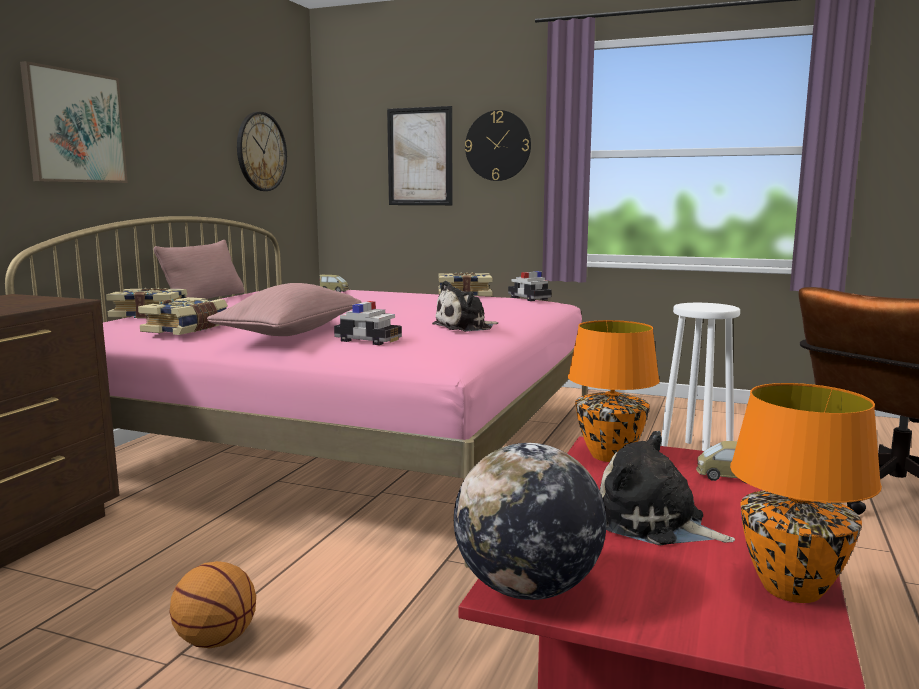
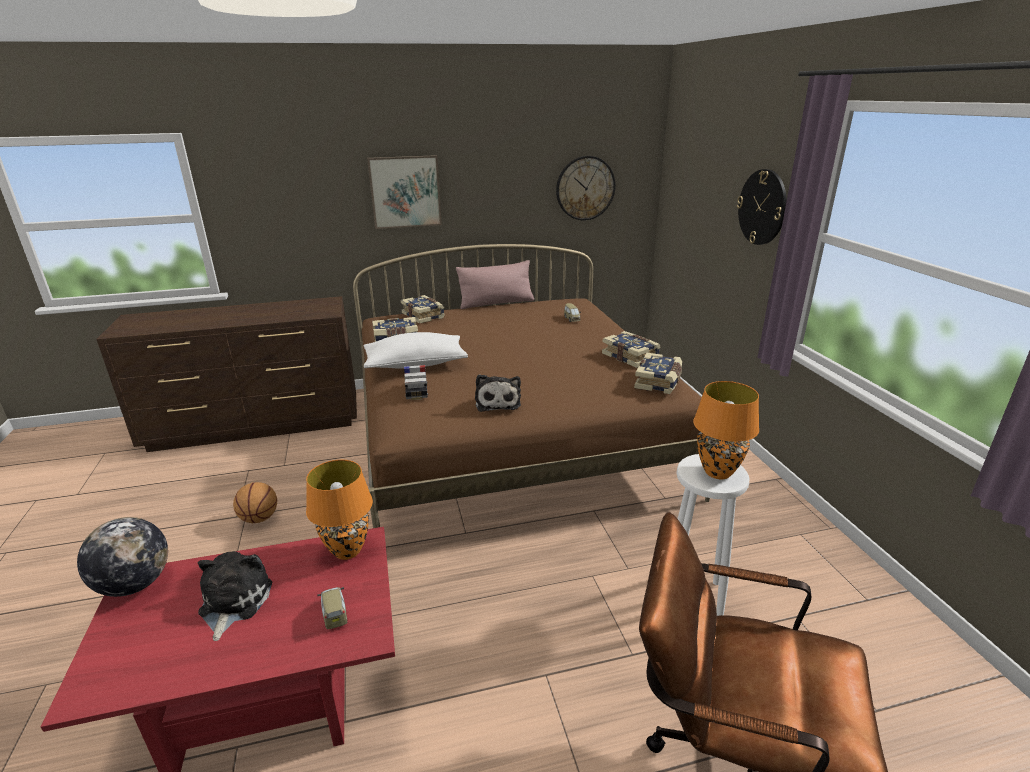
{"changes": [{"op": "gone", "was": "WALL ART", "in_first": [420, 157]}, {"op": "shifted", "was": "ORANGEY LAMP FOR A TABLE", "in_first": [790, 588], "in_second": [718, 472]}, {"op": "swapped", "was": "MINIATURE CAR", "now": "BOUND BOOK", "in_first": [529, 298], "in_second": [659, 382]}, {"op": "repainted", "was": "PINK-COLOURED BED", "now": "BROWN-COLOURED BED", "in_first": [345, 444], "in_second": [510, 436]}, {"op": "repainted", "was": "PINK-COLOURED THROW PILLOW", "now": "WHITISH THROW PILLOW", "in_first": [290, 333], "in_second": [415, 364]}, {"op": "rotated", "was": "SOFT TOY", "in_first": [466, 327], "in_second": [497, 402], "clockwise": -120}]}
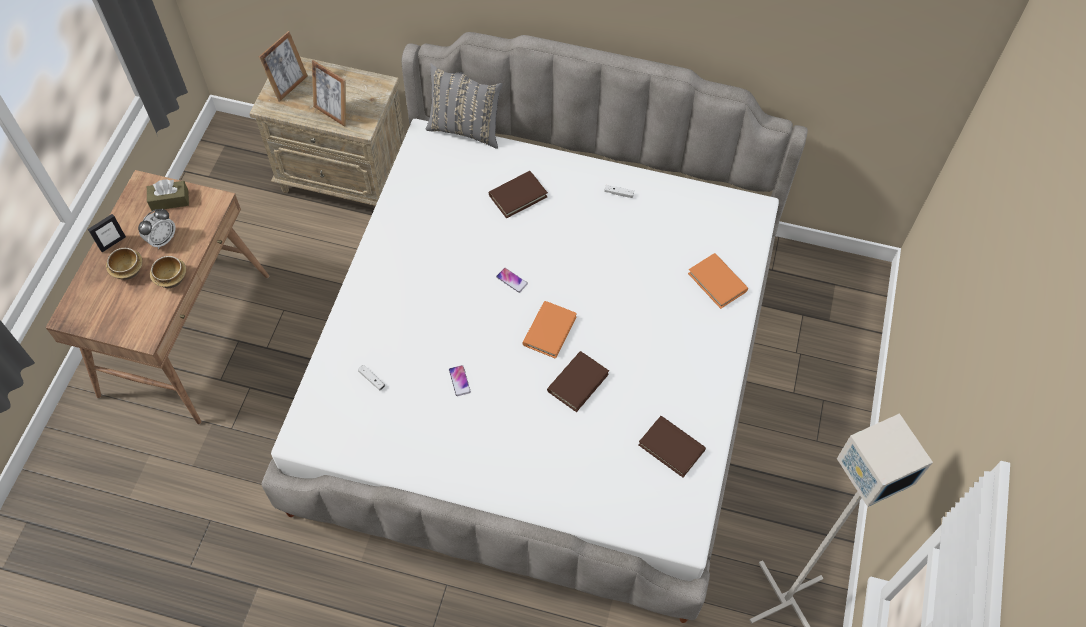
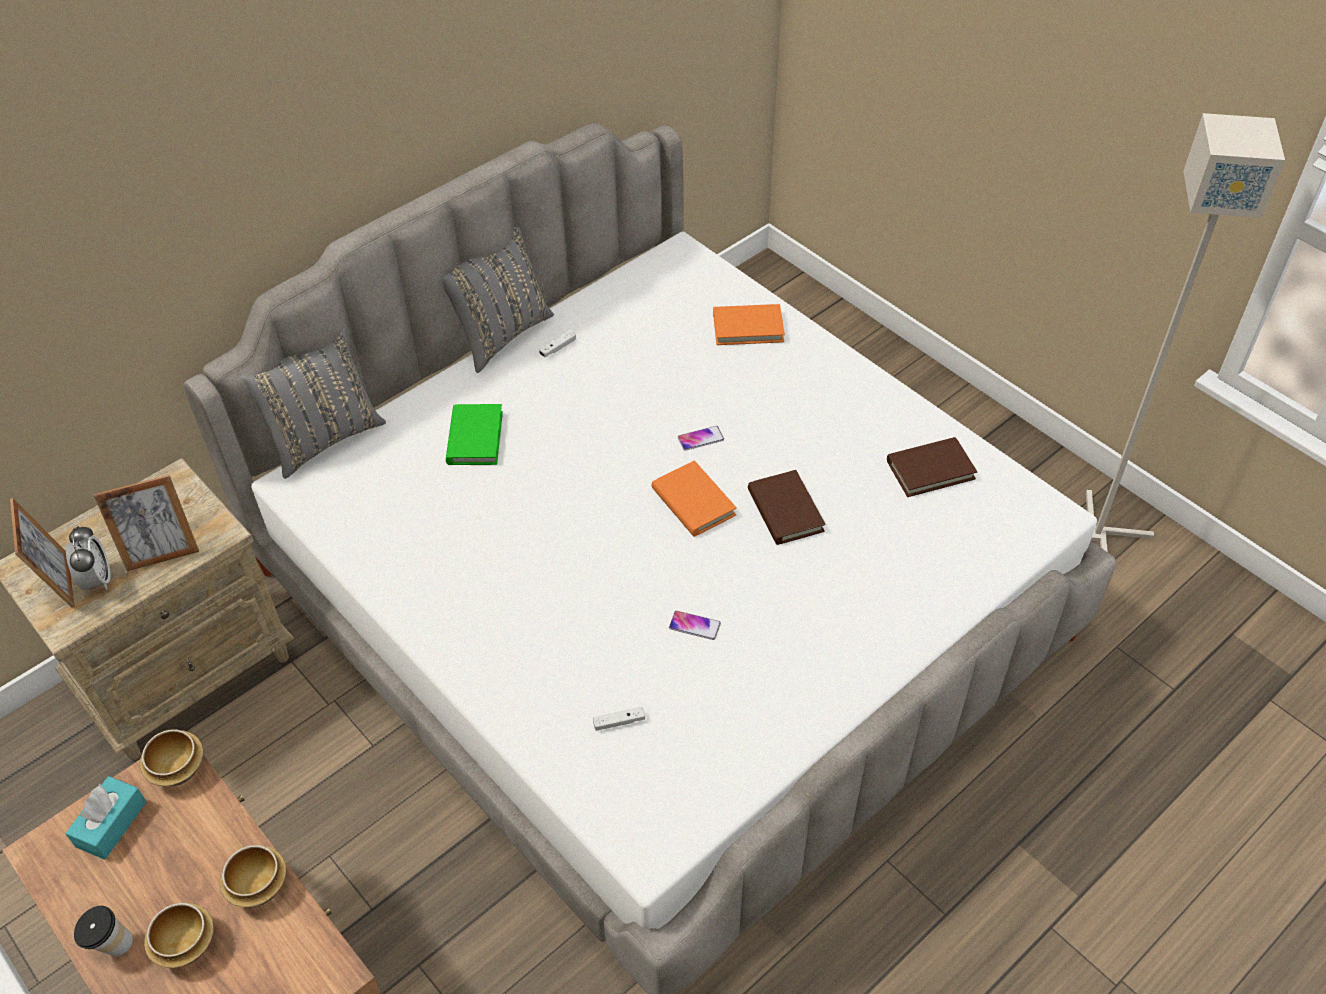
{"changes": [{"op": "new", "now": "SERVING BOWL", "in_second": [179, 768]}, {"op": "new", "now": "GREY THROW PILLOW", "in_second": [501, 335]}, {"op": "shifted", "was": "ALARM CLOCK", "in_first": [162, 239], "in_second": [97, 580]}, {"op": "shifted", "was": "PHONE", "in_first": [512, 280], "in_second": [700, 439]}, {"op": "swapped", "was": "PHOTO FRAME", "now": "DRINKING CUP", "in_first": [112, 243], "in_second": [111, 946]}, {"op": "repainted", "was": "BROWN-COLOURED BOX OF TISSUES", "now": "BLUE-GREEN BOX OF TISSUES", "in_first": [170, 200], "in_second": [111, 824]}, {"op": "repainted", "was": "BROWN-COLOURED BOUND BOOK", "now": "GREENISH BOUND BOOK", "in_first": [518, 196], "in_second": [475, 438]}]}
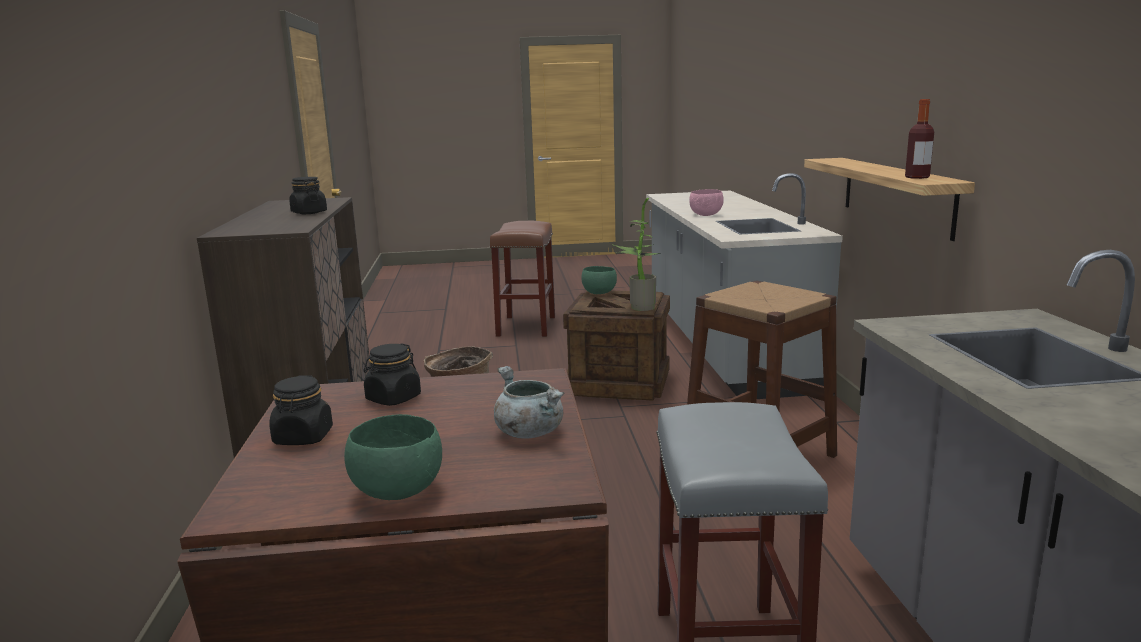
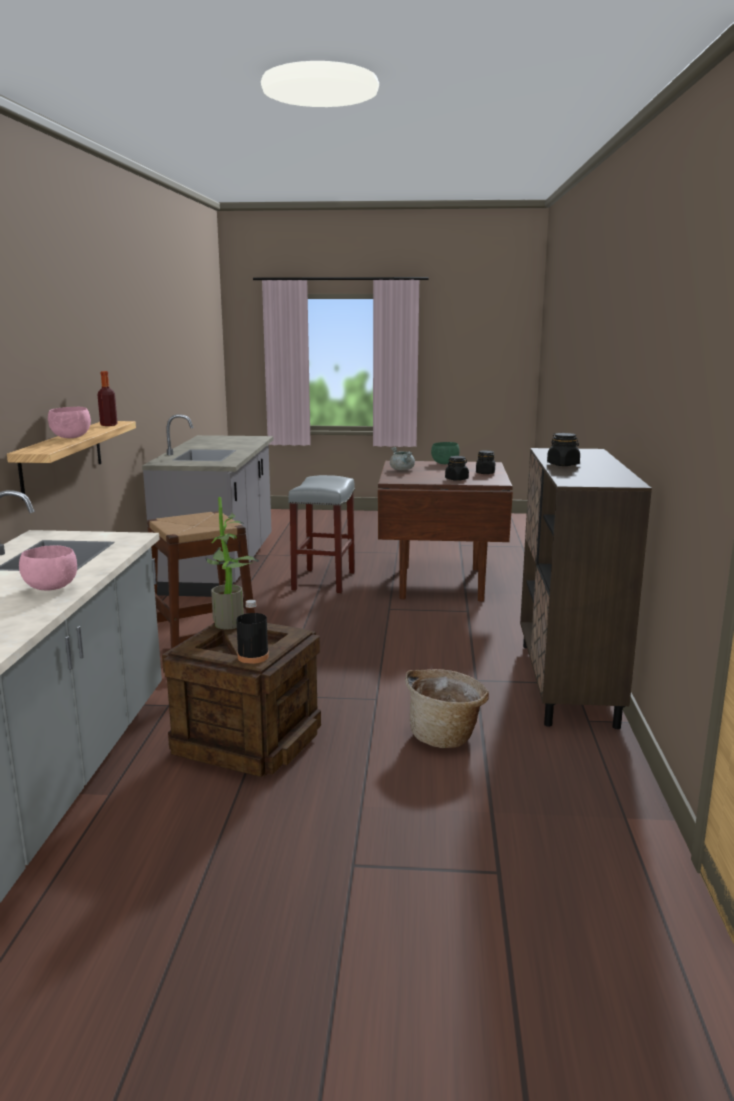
{"changes": [{"op": "gone", "was": "BROWN-COLOURED STOOL", "in_first": [526, 326]}, {"op": "new", "now": "PINK-COLOURED SERVING BOWL", "in_second": [71, 437]}, {"op": "swapped", "was": "GREENISH SERVING BOWL", "now": "BLACK BEVERAGE BOTTLE", "in_first": [598, 293], "in_second": [253, 657]}]}
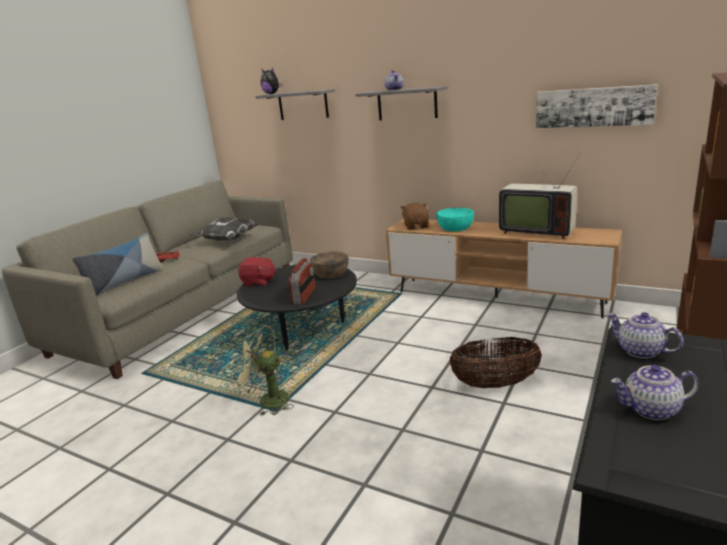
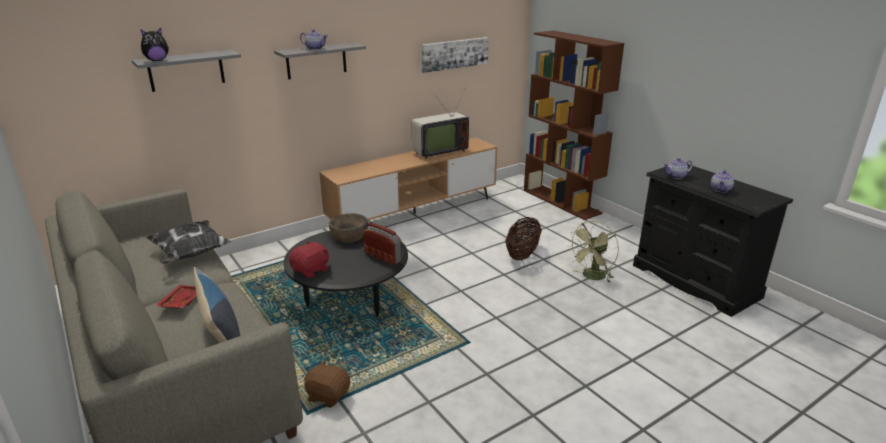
{"changes": [{"op": "gone", "was": "BLUE-GREEN SERVING BOWL", "in_first": [455, 227]}, {"op": "shifted", "was": "GREENISH FAN", "in_first": [267, 400], "in_second": [592, 277]}, {"op": "shifted", "was": "BROWN-COLOURED SOFT TOY", "in_first": [416, 226], "in_second": [328, 395]}]}
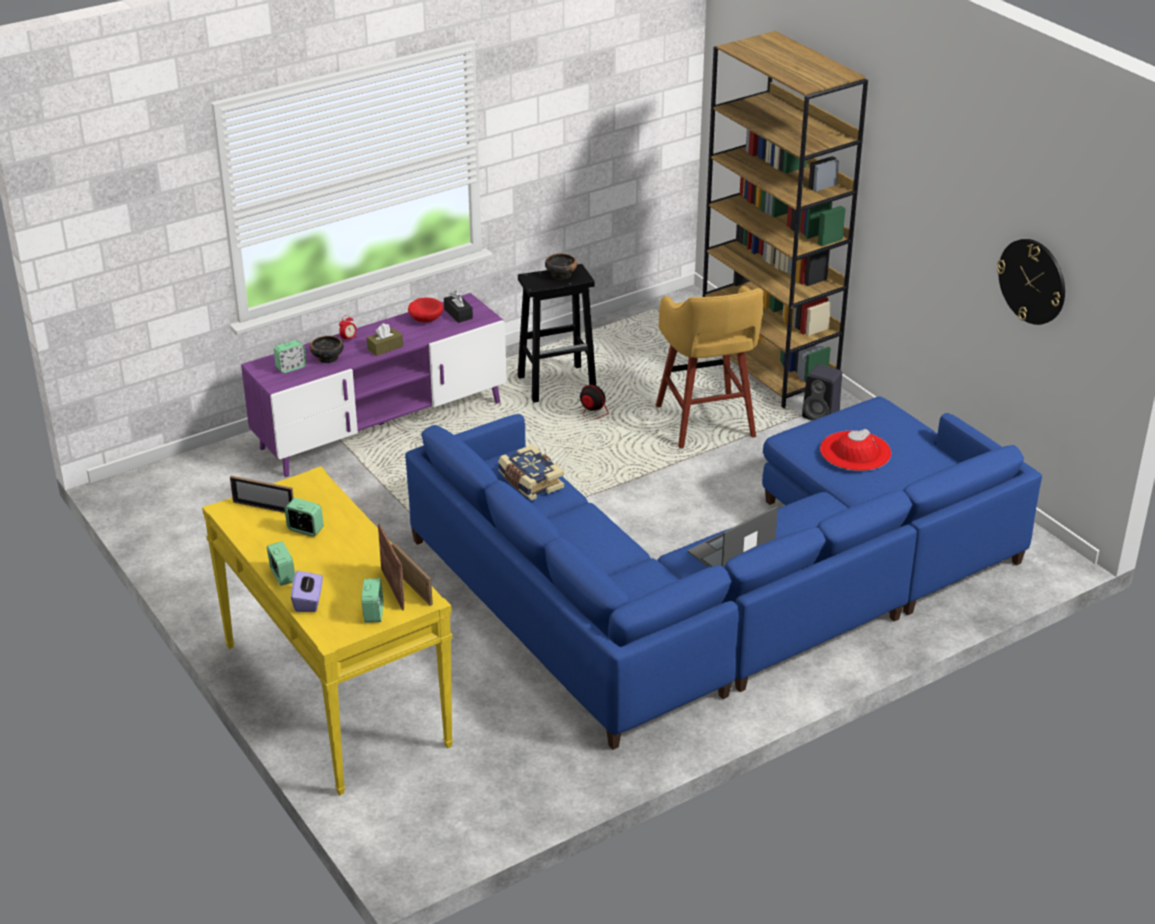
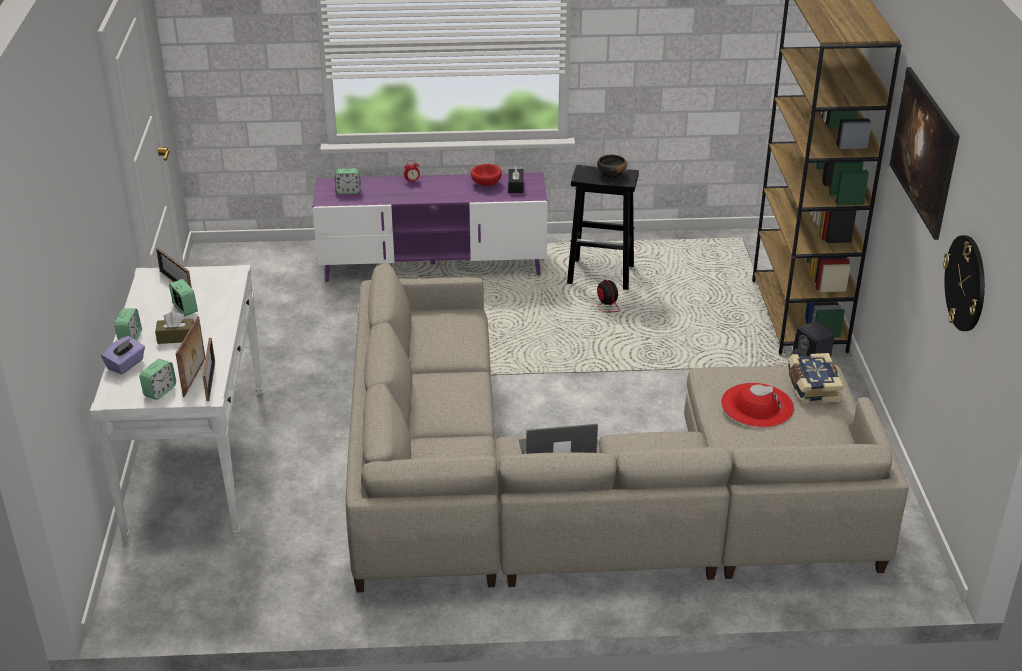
{"changes": [{"op": "gone", "was": "SERVING BOWL", "in_first": [327, 358]}, {"op": "gone", "was": "YELLOW STOOL", "in_first": [706, 423]}, {"op": "new", "now": "WALL ART", "in_second": [919, 176]}, {"op": "shifted", "was": "BROWN-COLOURED BOX OF TISSUES", "in_first": [385, 348], "in_second": [176, 337]}, {"op": "shifted", "was": "BOUND BOOK", "in_first": [529, 482], "in_second": [812, 387]}, {"op": "repainted", "was": "YELLOW CONSOLE TABLE", "now": "WHITISH CONSOLE TABLE", "in_first": [334, 694], "in_second": [197, 460]}, {"op": "repainted", "was": "BLUISH SETTEE", "now": "BEIGE SETTEE", "in_first": [724, 587], "in_second": [581, 490]}]}
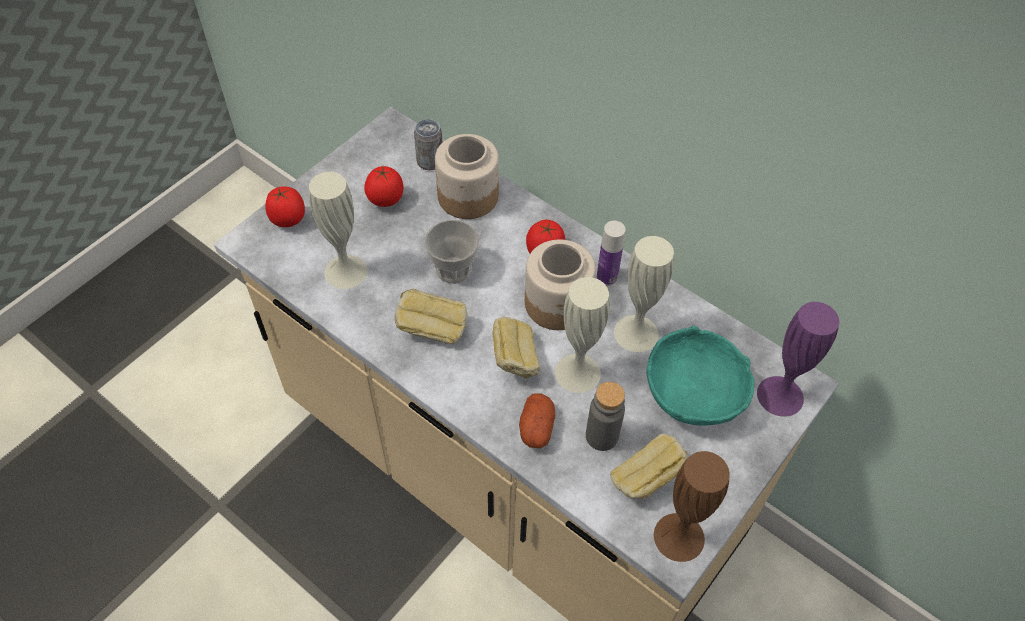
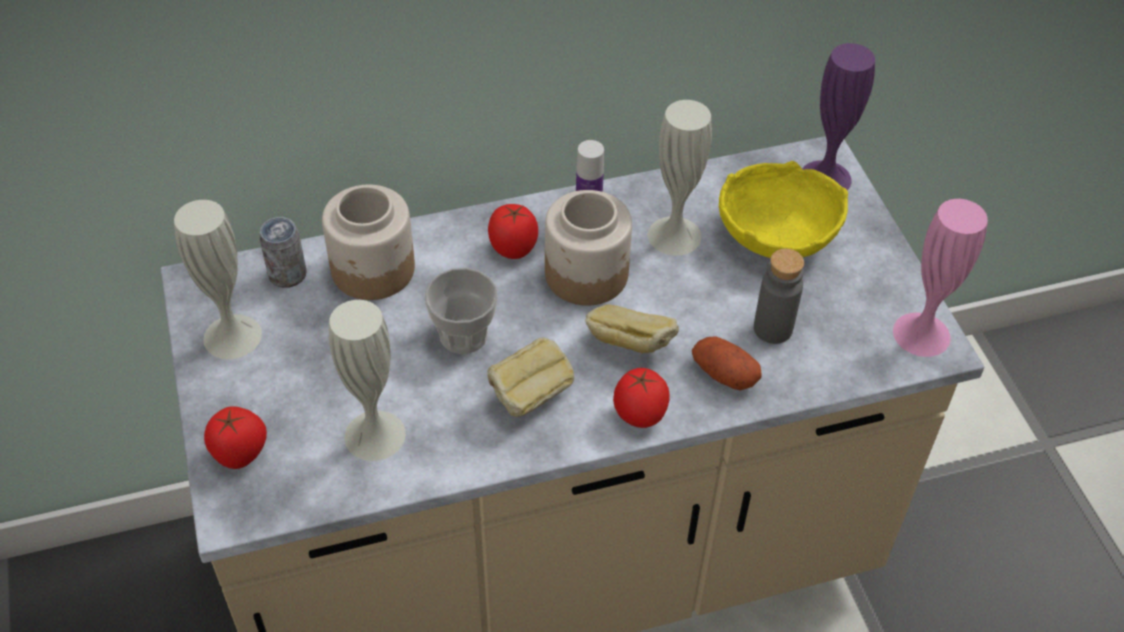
{"changes": [{"op": "gone", "was": "BAKERY BREAD", "in_first": [646, 479]}, {"op": "shifted", "was": "TOMATO", "in_first": [385, 200], "in_second": [639, 415]}, {"op": "shifted", "was": "WHITISH FLOWER VASE", "in_first": [577, 372], "in_second": [232, 336]}, {"op": "repainted", "was": "BLUE-GREEN SERVING BOWL", "now": "YELLOW SERVING BOWL", "in_first": [694, 392], "in_second": [775, 233]}, {"op": "repainted", "was": "BROWN-COLOURED FLOWER VASE", "now": "PINK-COLOURED FLOWER VASE", "in_first": [679, 537], "in_second": [921, 334]}]}
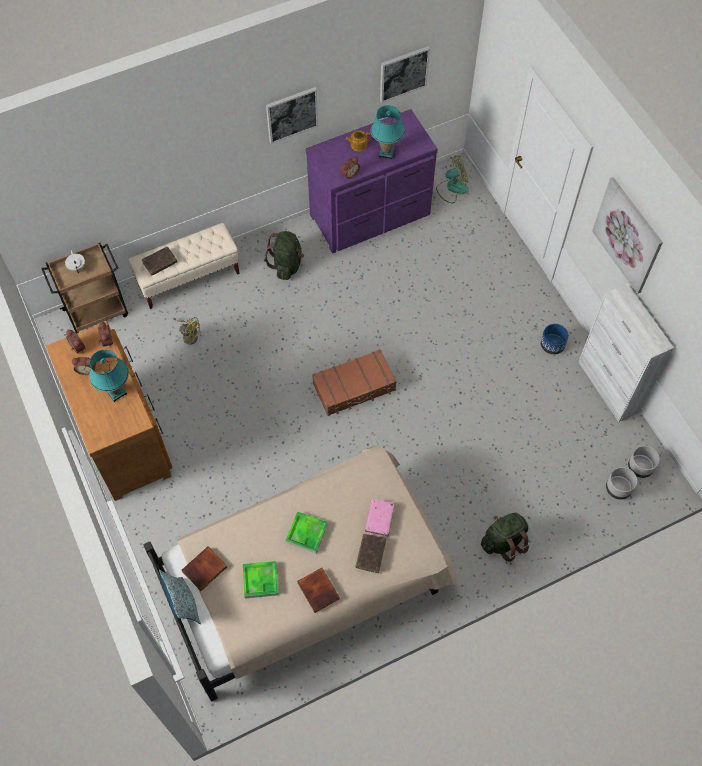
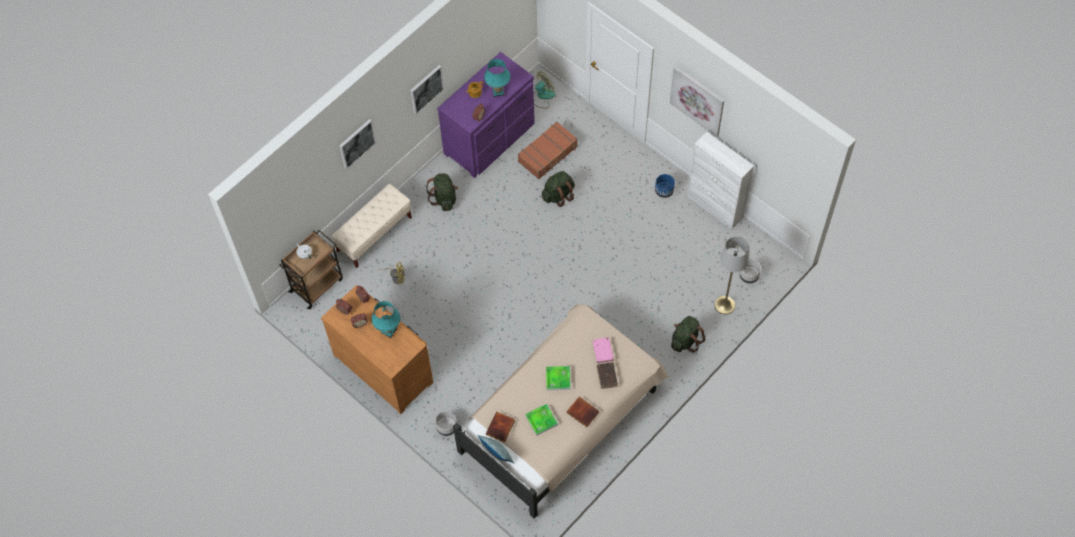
{"changes": [{"op": "gone", "was": "BROWN-COLOURED BOUND BOOK", "in_first": [160, 263]}, {"op": "new", "now": "GREENISH RUCKSACK", "in_second": [558, 195]}, {"op": "new", "now": "GREY STANDARD LAMP", "in_second": [724, 305]}, {"op": "shifted", "was": "BROWN-COLOURED TRAVEL CASE", "in_first": [354, 387], "in_second": [548, 154]}, {"op": "shifted", "was": "WALL ART", "in_first": [403, 73], "in_second": [357, 143]}, {"op": "shifted", "was": "GREY PLANTER", "in_first": [640, 467], "in_second": [446, 427]}]}
